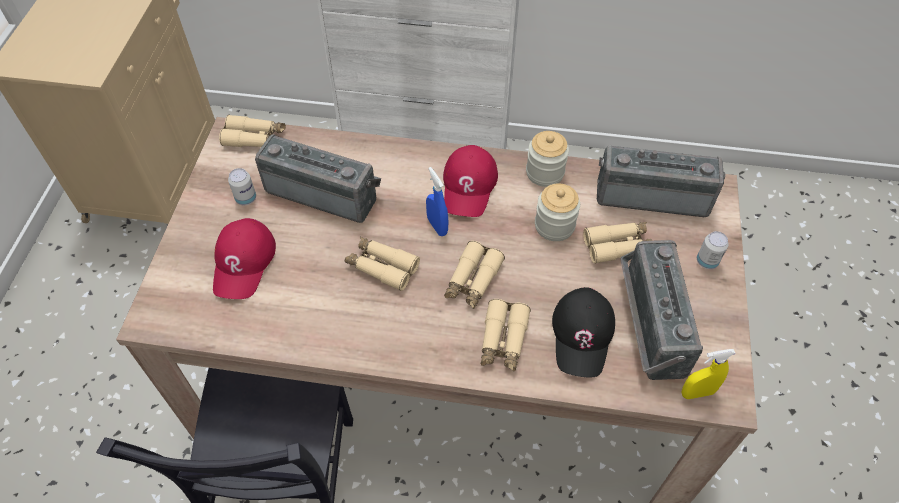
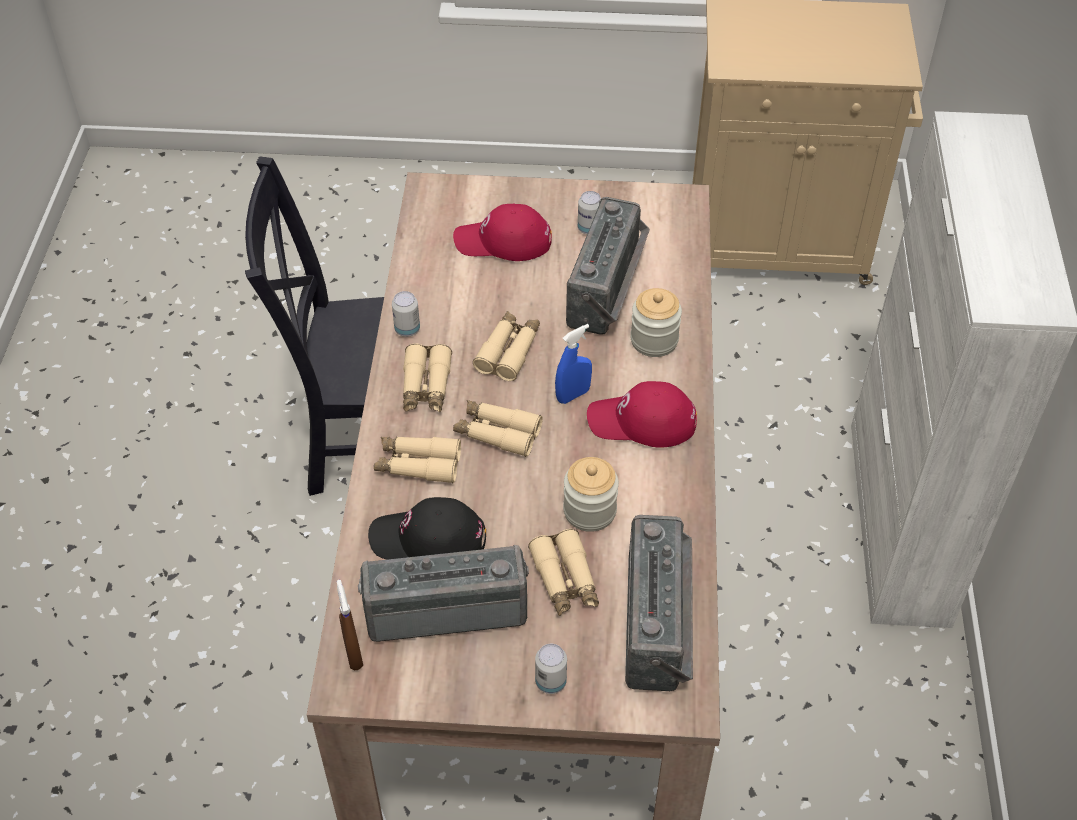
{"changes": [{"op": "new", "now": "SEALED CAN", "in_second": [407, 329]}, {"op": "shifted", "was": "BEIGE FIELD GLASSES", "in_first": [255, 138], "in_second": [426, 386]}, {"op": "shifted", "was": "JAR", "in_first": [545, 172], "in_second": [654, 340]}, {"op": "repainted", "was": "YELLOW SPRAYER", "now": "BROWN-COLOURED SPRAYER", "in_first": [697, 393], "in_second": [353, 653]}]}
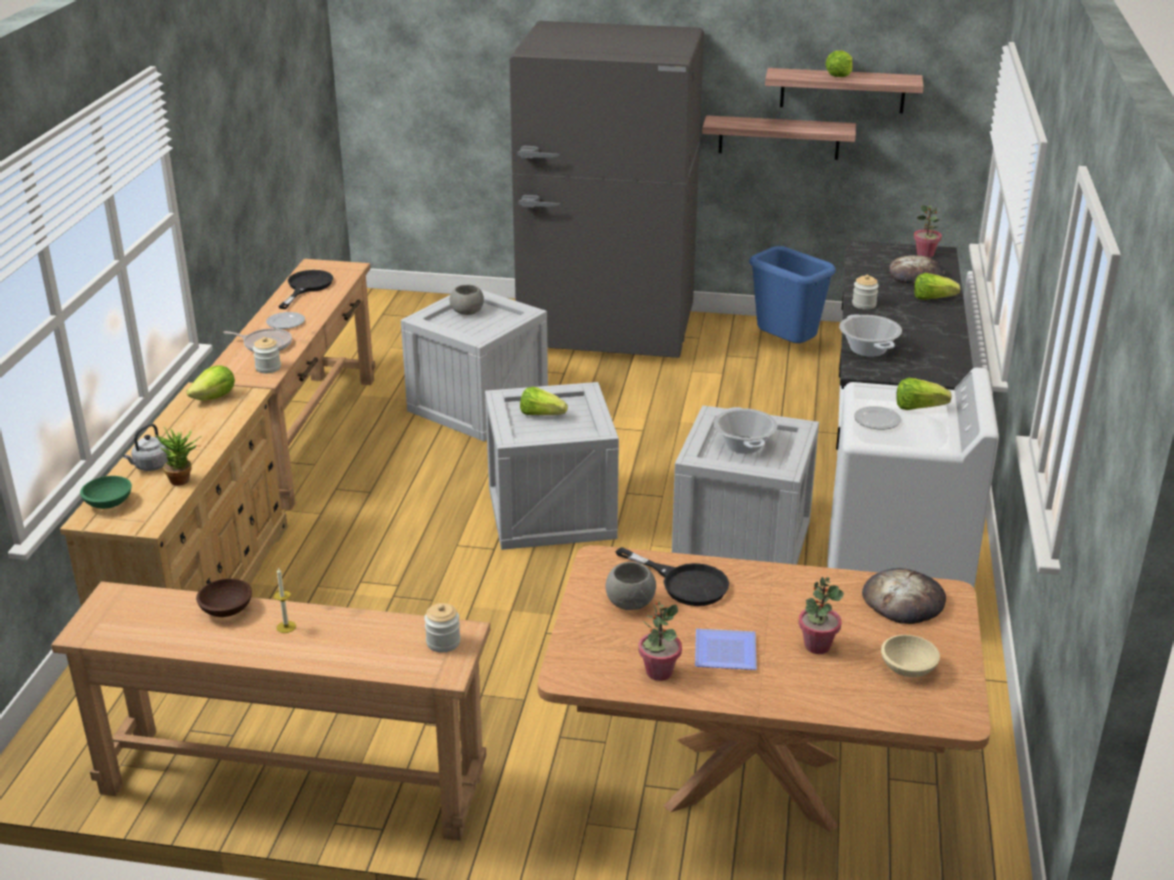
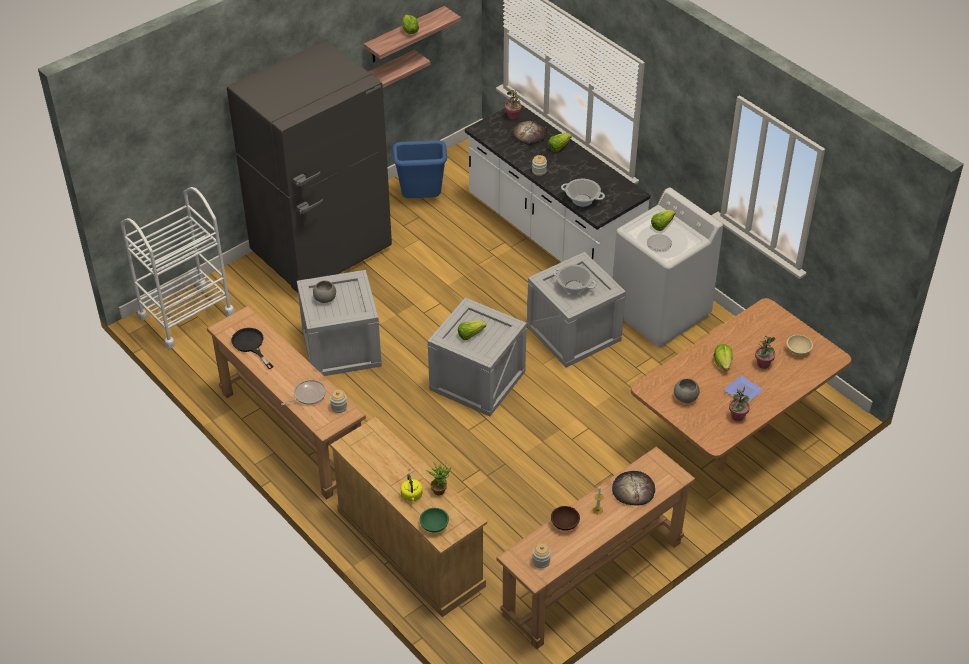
{"changes": [{"op": "gone", "was": "DINNER PLATE", "in_first": [286, 323]}, {"op": "gone", "was": "BLACK PAN", "in_first": [684, 583]}, {"op": "new", "now": "WHITISH CART", "in_second": [186, 315]}, {"op": "shifted", "was": "LETTUCE HEAD", "in_first": [215, 397], "in_second": [722, 363]}, {"op": "shifted", "was": "JAR", "in_first": [443, 642], "in_second": [541, 561]}, {"op": "shifted", "was": "BAKERY BREAD", "in_first": [903, 600], "in_second": [633, 490]}, {"op": "repainted", "was": "GREY KETTLE", "now": "YELLOW KETTLE", "in_first": [150, 466], "in_second": [412, 496]}]}
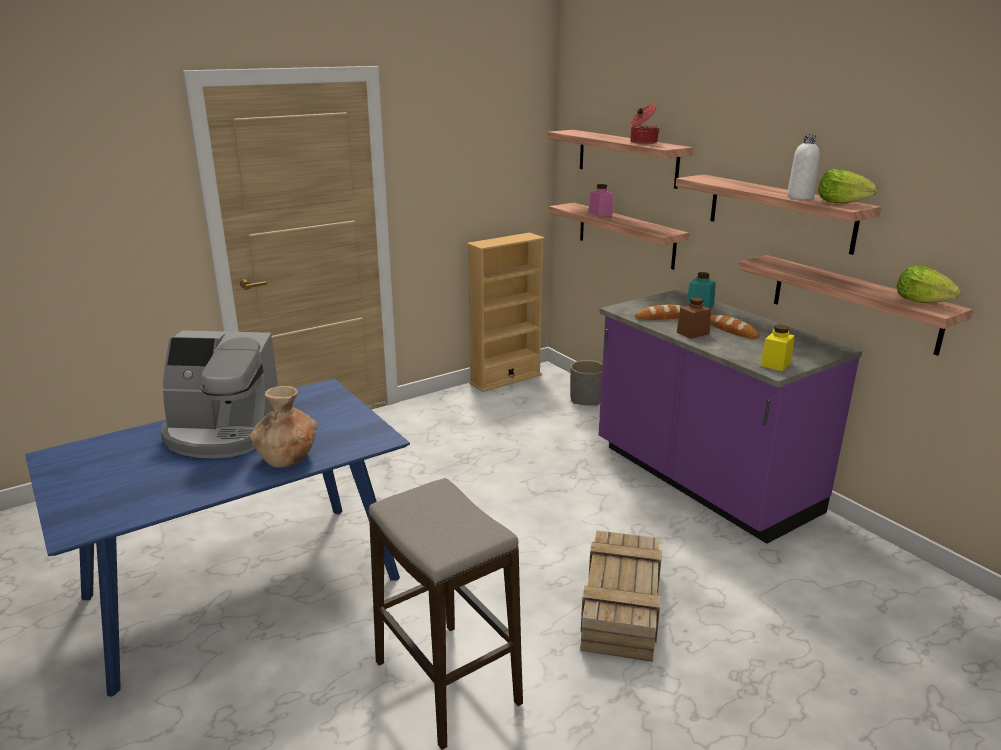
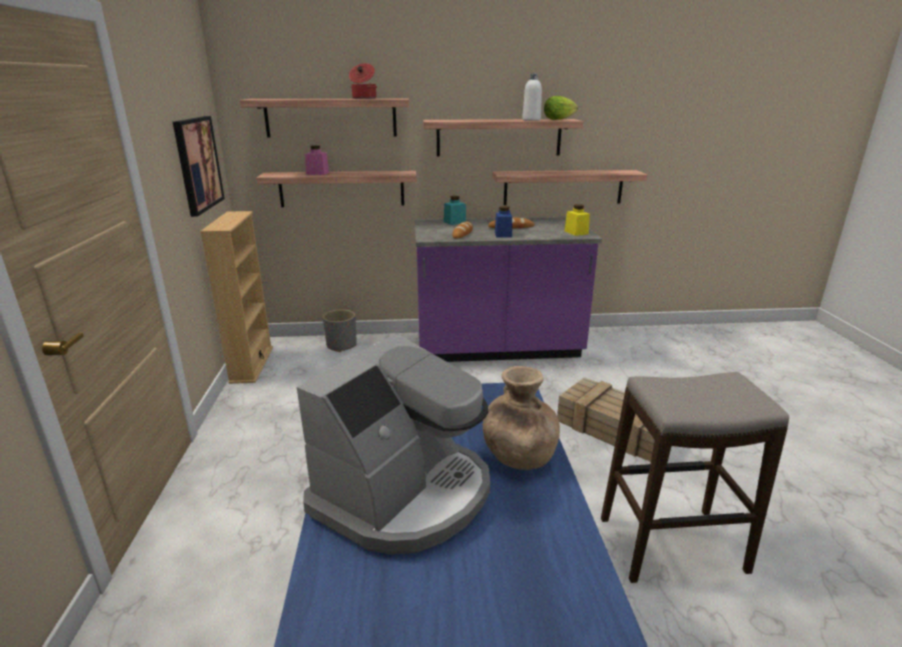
{"changes": [{"op": "gone", "was": "LETTUCE HEAD", "in_first": [921, 301]}, {"op": "new", "now": "WALL ART", "in_second": [198, 164]}, {"op": "repainted", "was": "BROWN-COLOURED JAR", "now": "BLUISH JAR", "in_first": [693, 333], "in_second": [503, 234]}]}
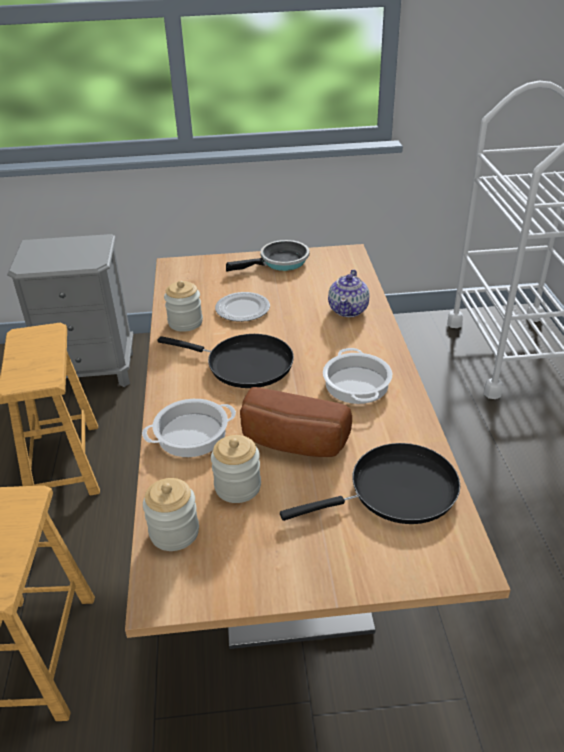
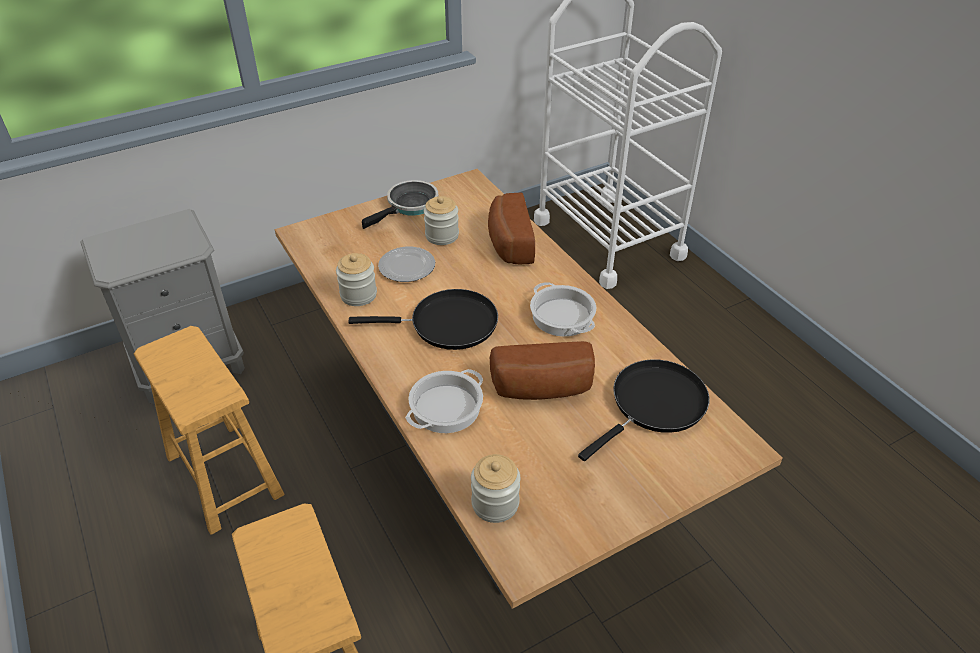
{"changes": [{"op": "shifted", "was": "JAR", "in_first": [237, 486], "in_second": [442, 236]}, {"op": "swapped", "was": "TEA POT", "now": "BAKERY BREAD", "in_first": [348, 310], "in_second": [508, 243]}]}
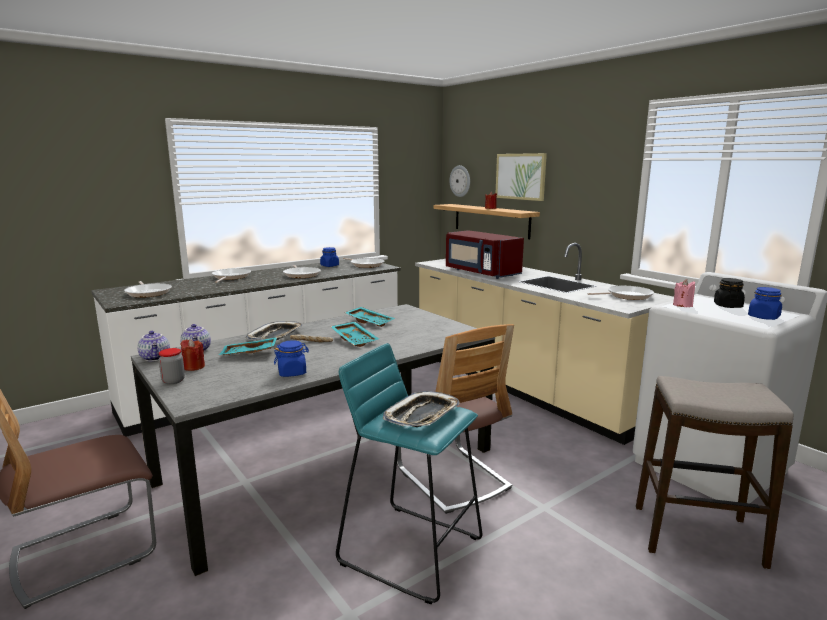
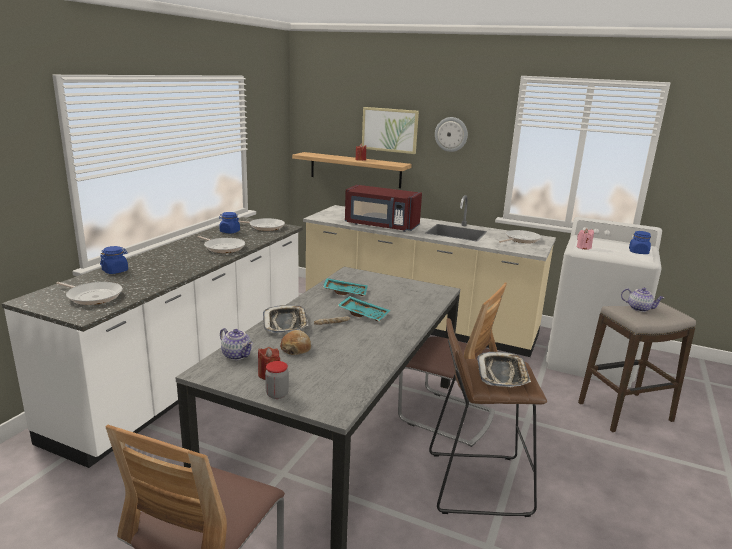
{"changes": [{"op": "gone", "was": "PAN", "in_first": [230, 277]}, {"op": "gone", "was": "BLACK JAR", "in_first": [727, 306]}, {"op": "shifted", "was": "TEA POT", "in_first": [156, 358], "in_second": [639, 308]}, {"op": "shifted", "was": "BLUISH JAR", "in_first": [292, 373], "in_second": [115, 271]}, {"op": "shifted", "was": "CLOCK ON THE WALL", "in_first": [460, 181], "in_second": [451, 134]}, {"op": "swapped", "was": "BLUE-GREEN CARRYING TRAY", "now": "BAKERY BREAD", "in_first": [249, 354], "in_second": [296, 348]}, {"op": "repainted", "was": "BLUE-GREEN STOOL", "now": "BROWN-COLOURED STOOL", "in_first": [410, 549], "in_second": [476, 483]}]}
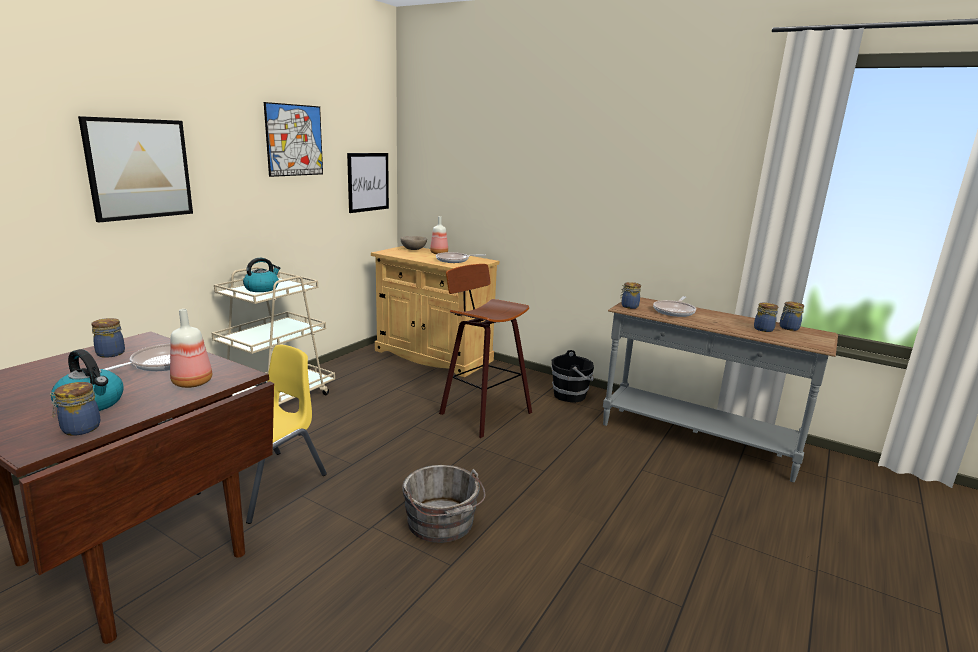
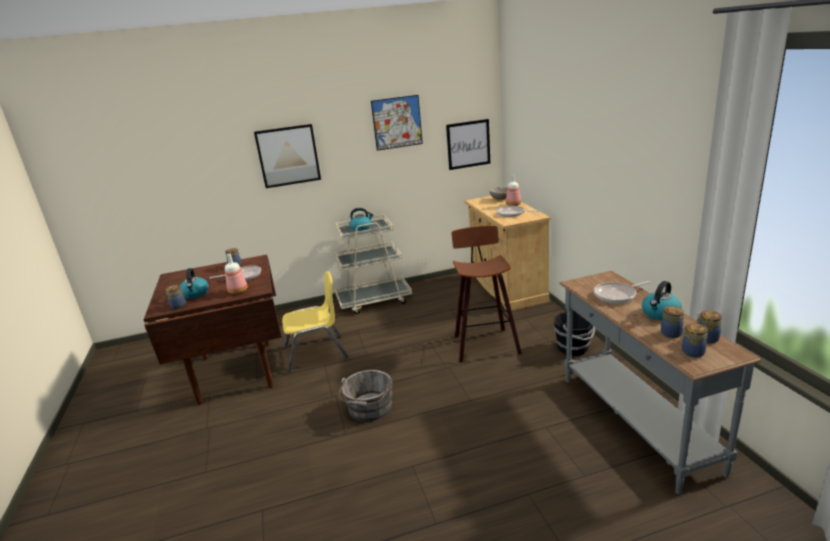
{"changes": [{"op": "new", "now": "KETTLE", "in_second": [660, 314]}, {"op": "shifted", "was": "JAR", "in_first": [628, 306], "in_second": [691, 352]}]}
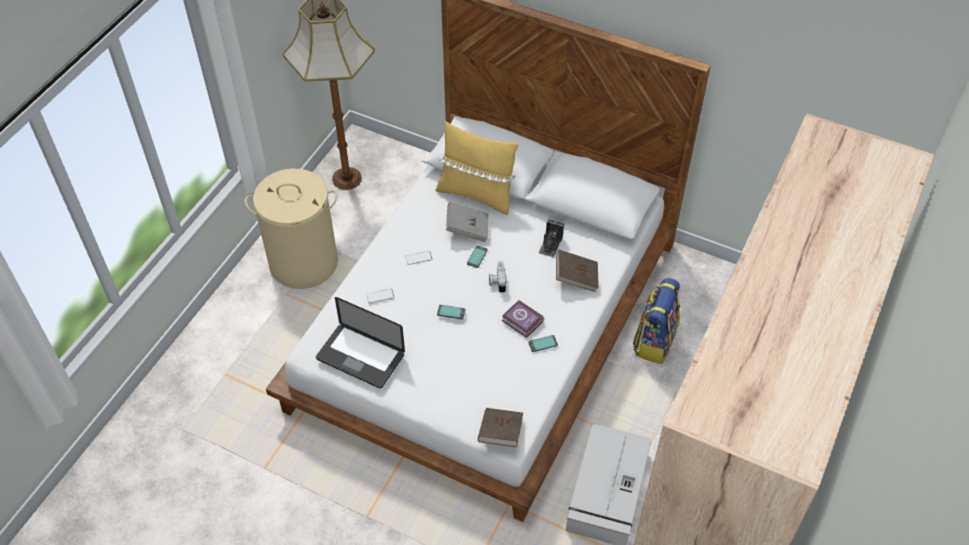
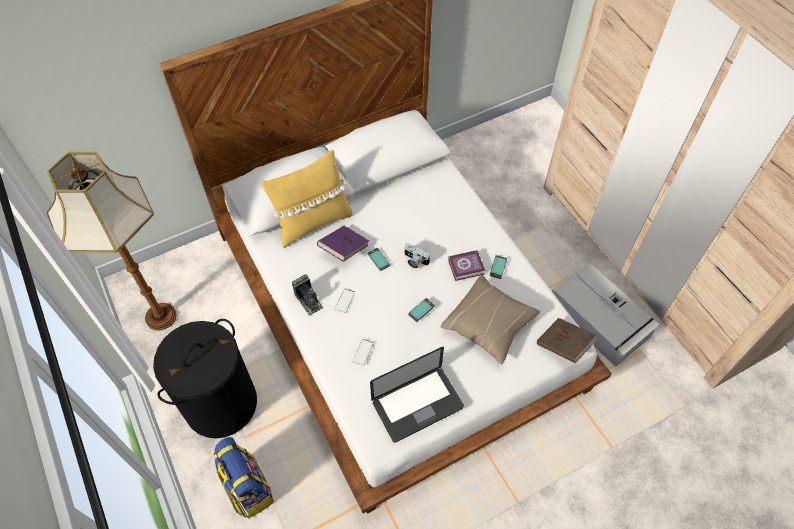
{"changes": [{"op": "gone", "was": "BROWN-COLOURED BOUND BOOK", "in_first": [576, 277]}, {"op": "new", "now": "BEIGE THROW PILLOW", "in_second": [489, 325]}, {"op": "shifted", "was": "PHOTO CAMERA", "in_first": [550, 244], "in_second": [308, 301]}, {"op": "shifted", "was": "RUCKSACK", "in_first": [654, 341], "in_second": [247, 488]}, {"op": "repainted", "was": "BEIGE LAUNDRY BASKET", "now": "BLACK LAUNDRY BASKET", "in_first": [304, 262], "in_second": [220, 403]}, {"op": "repainted", "was": "GREY BOUND BOOK", "now": "PURPLE-COLOURED BOUND BOOK", "in_first": [467, 229], "in_second": [343, 249]}]}
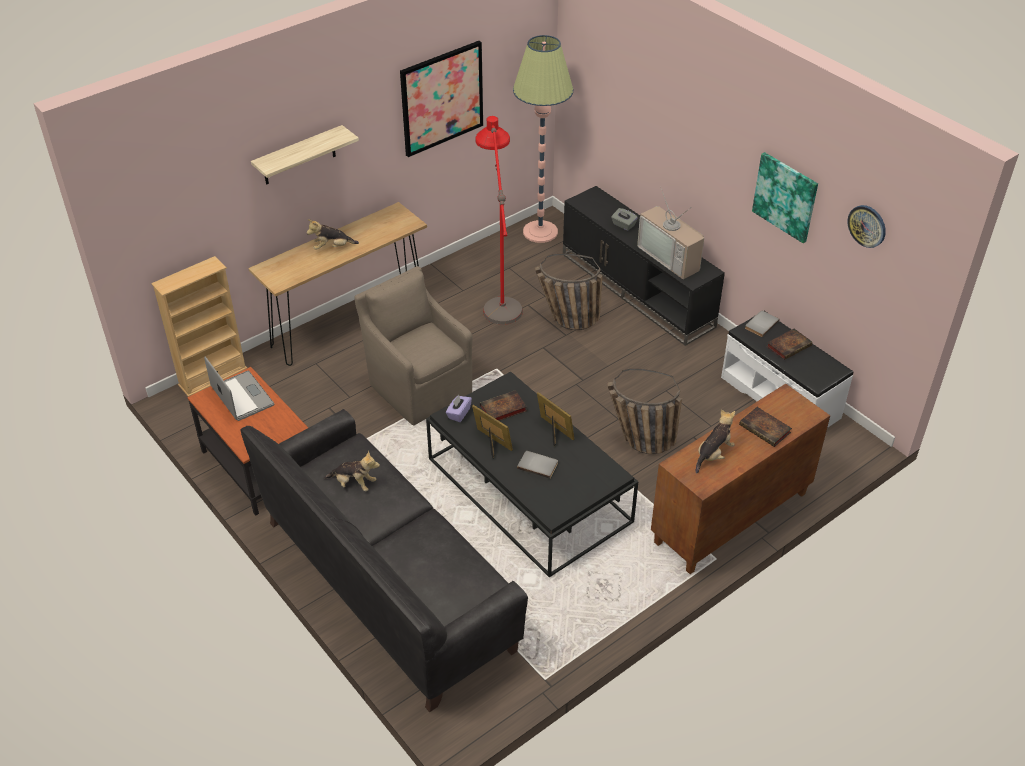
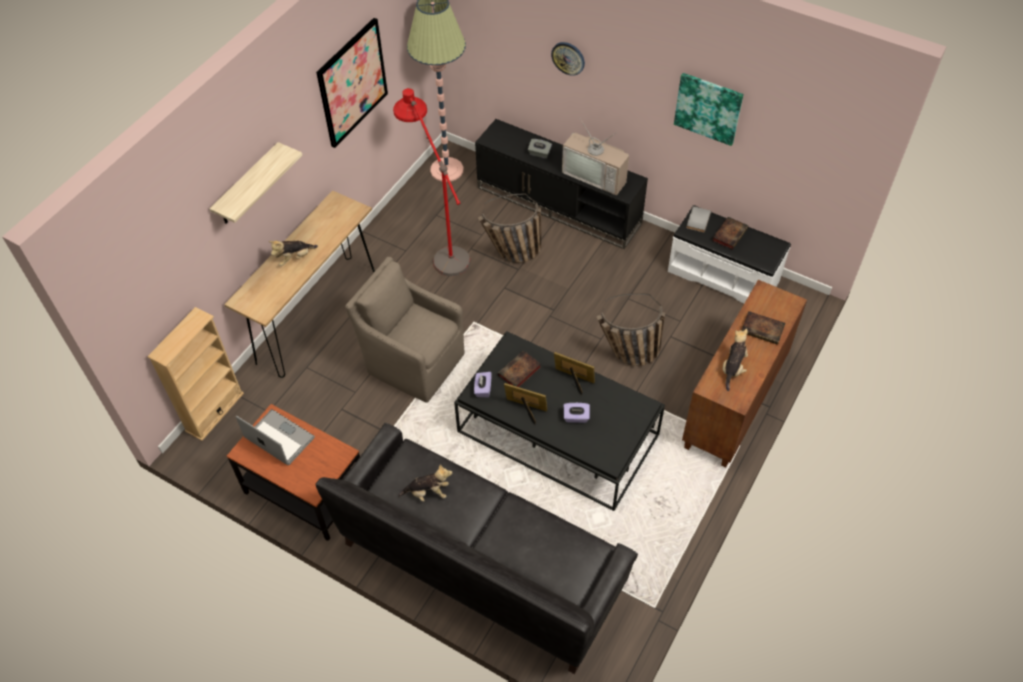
{"changes": [{"op": "shifted", "was": "CLOCK ON THE WALL", "in_first": [867, 226], "in_second": [568, 58]}, {"op": "swapped", "was": "GREY BOUND BOOK", "now": "PURPLE-COLOURED BOX OF TISSUES", "in_first": [538, 465], "in_second": [576, 417]}]}
